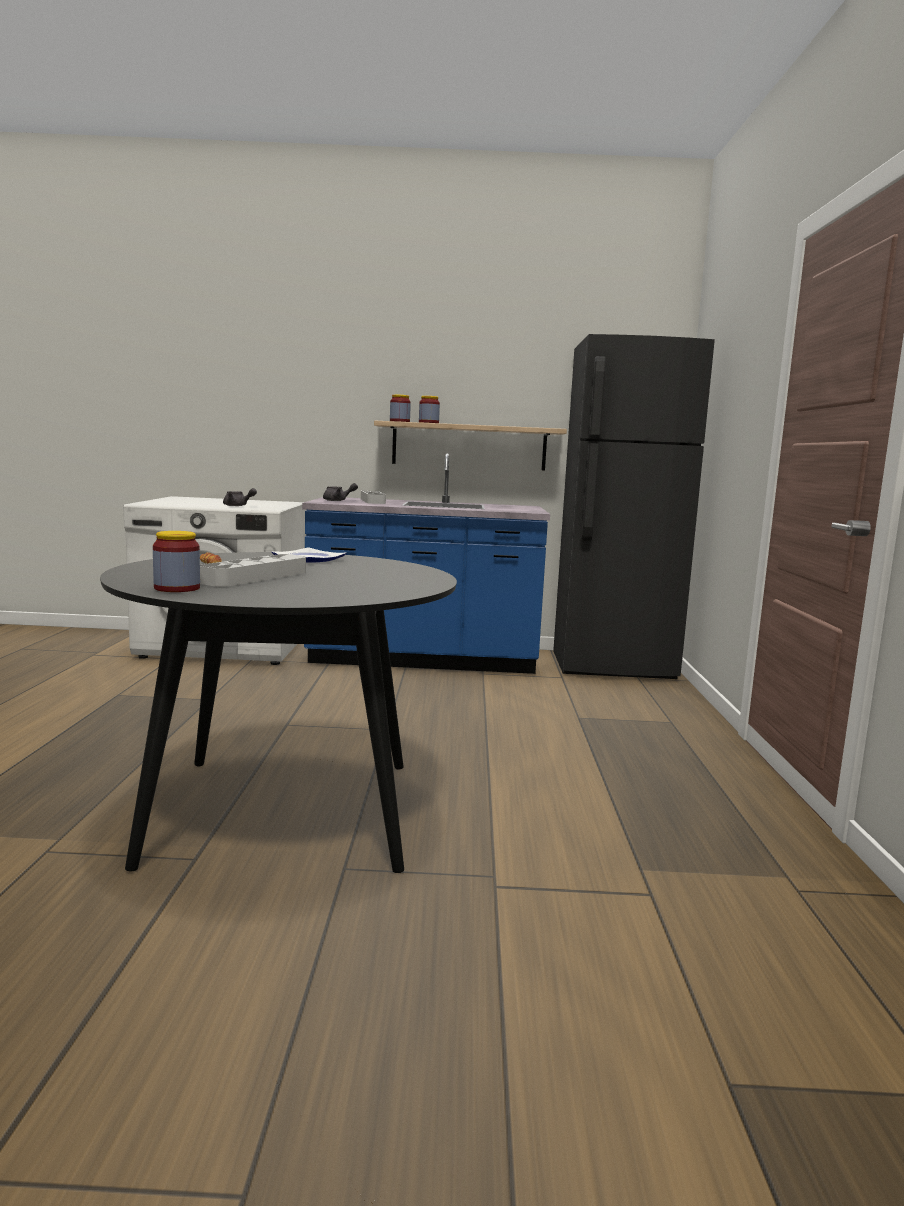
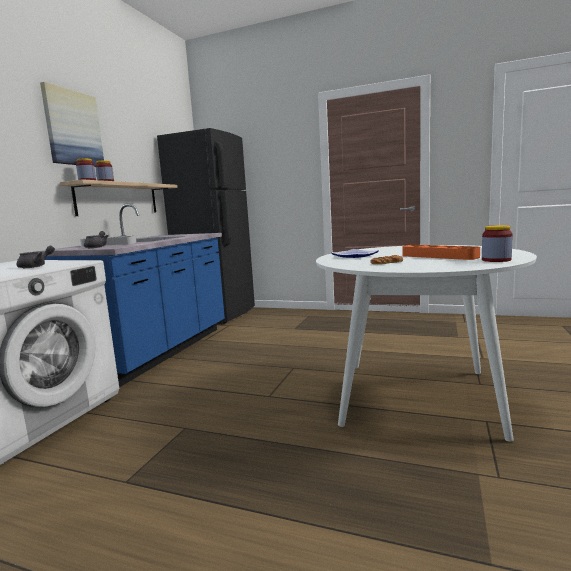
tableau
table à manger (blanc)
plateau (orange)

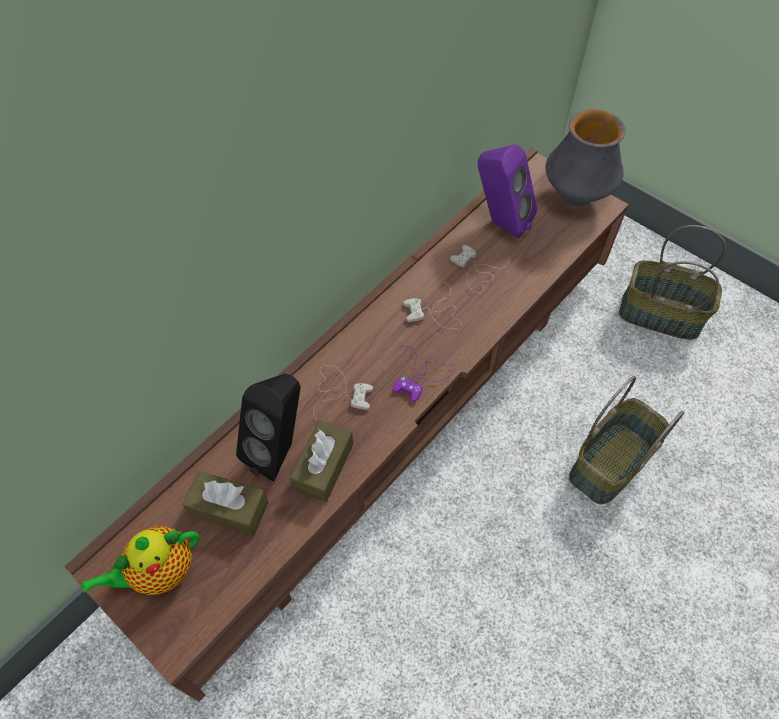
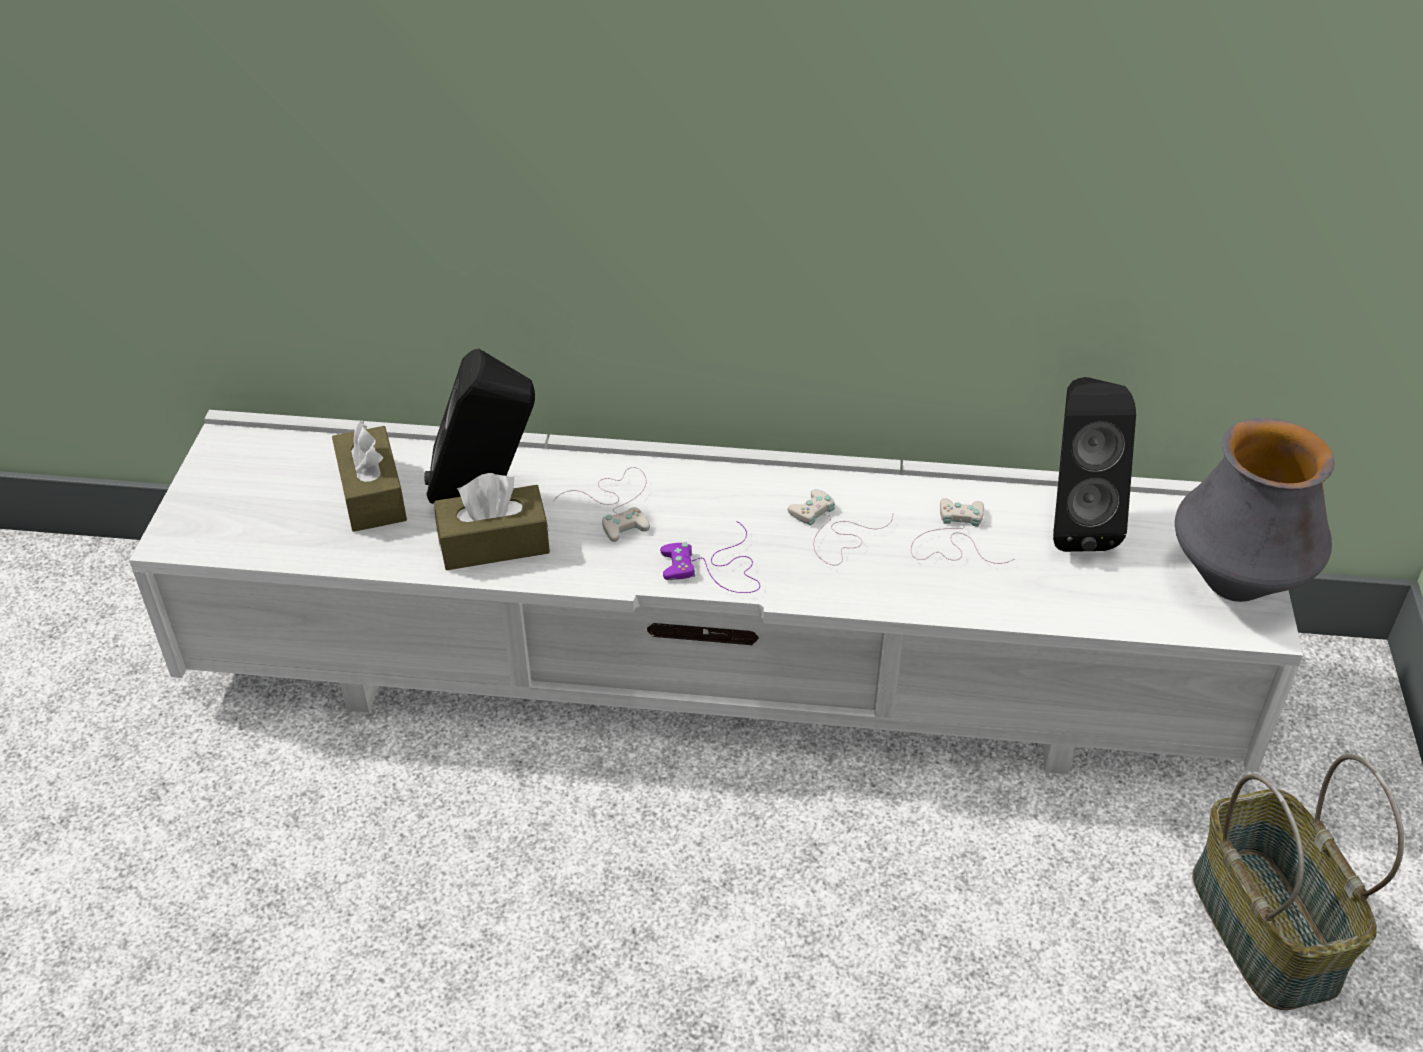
meuble télé (blanc)
enceinte (noir) (no. 2 from left)
théière
panier (no. 1 from left in the first image)

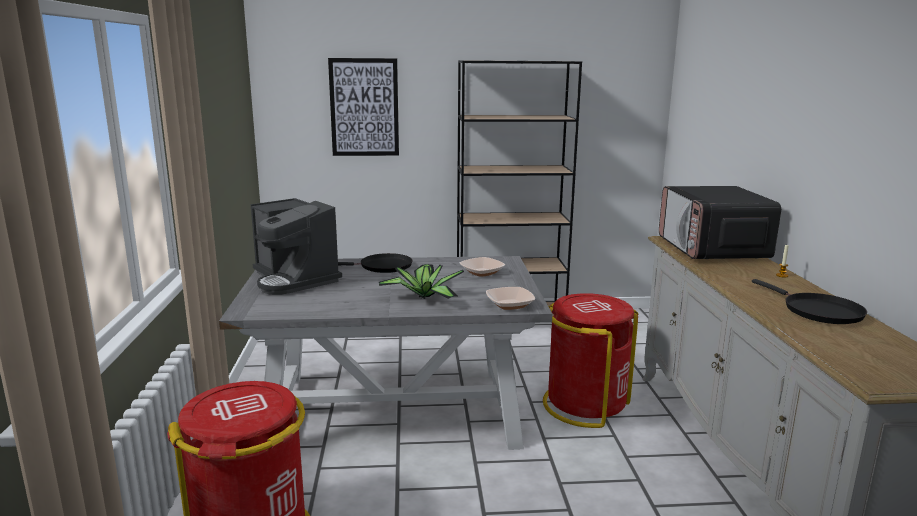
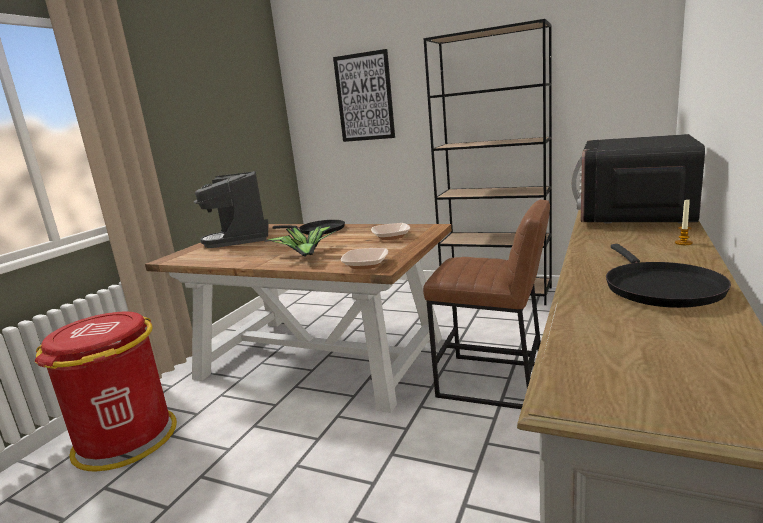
table à manger (marron)
chaise (marron)

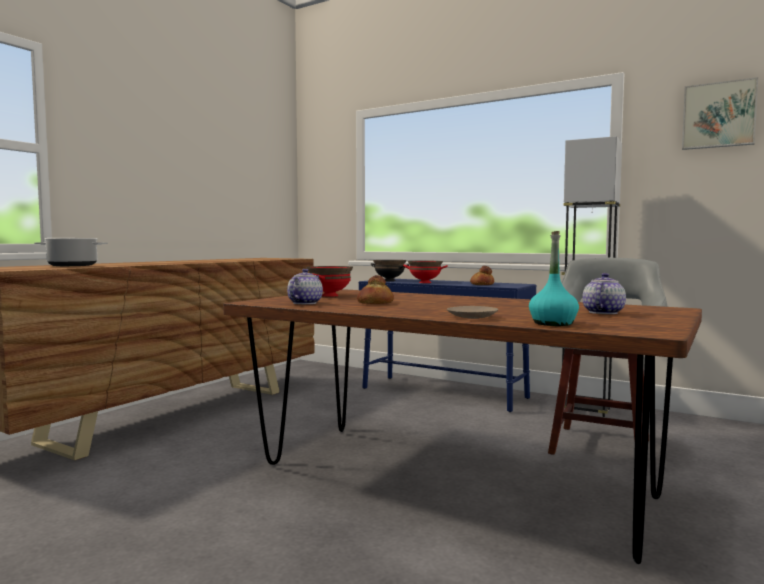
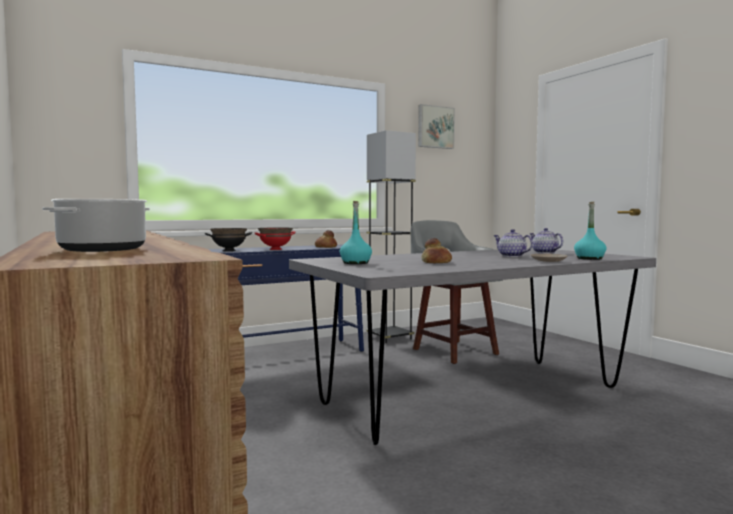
table à manger (gris)
bouteille (turquoise) (no. 1 from left)
théière (no. 1 from left)

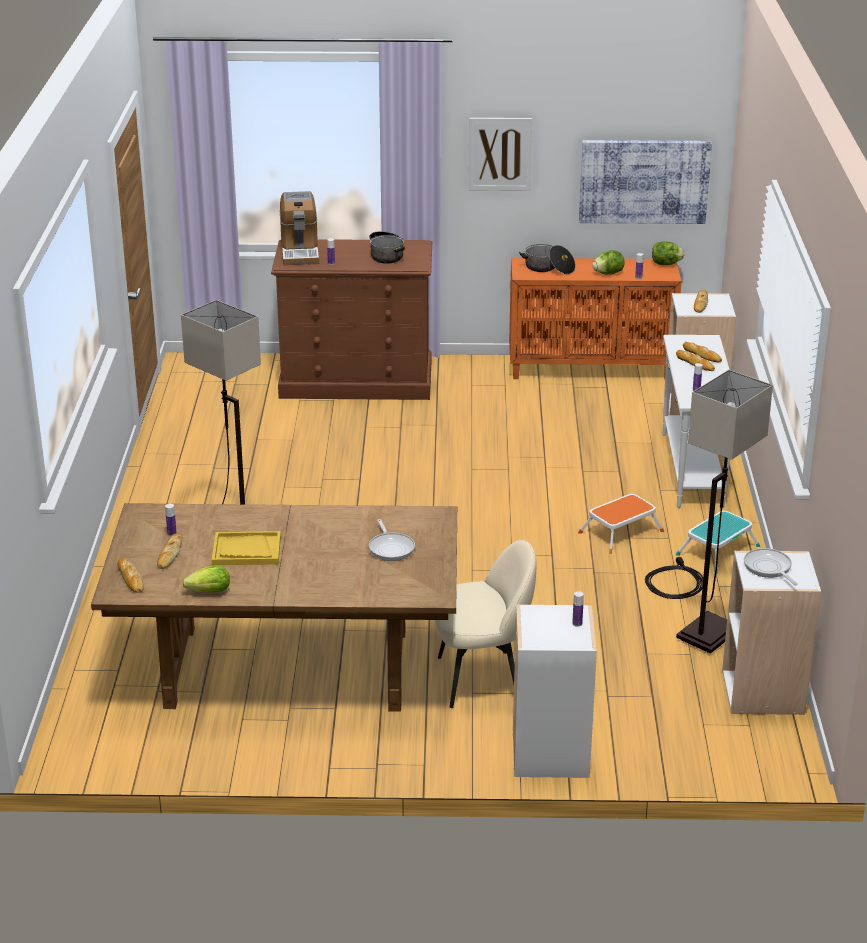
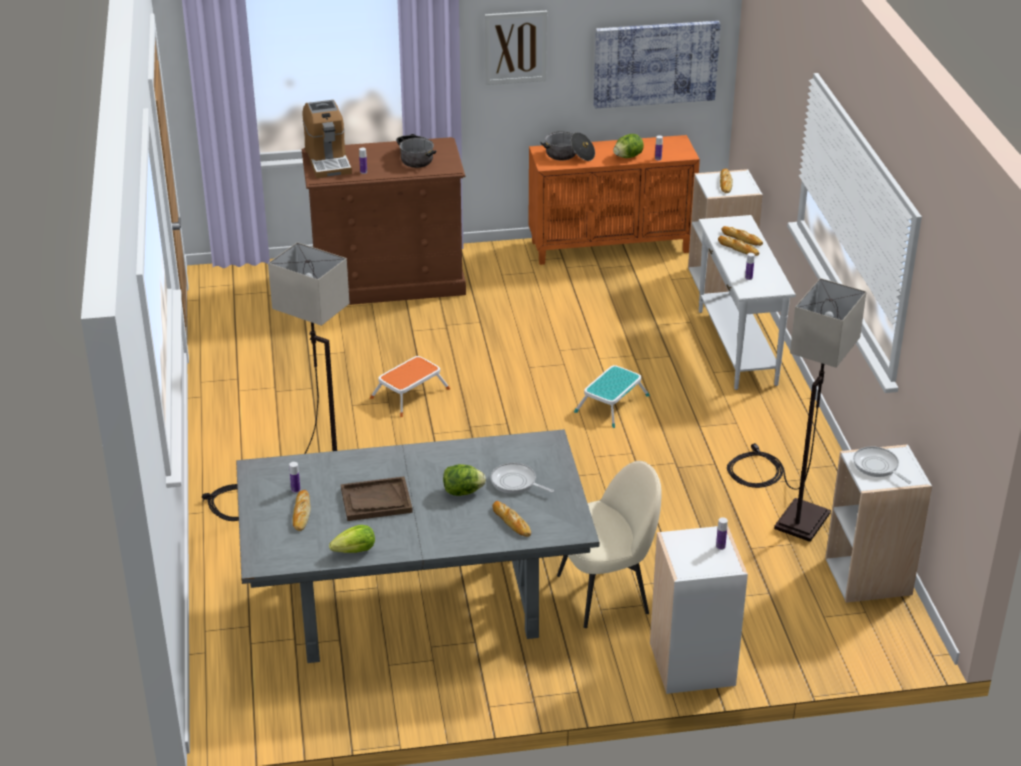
table à manger (gris)
plateau (marron)
escabeau (orange)
laitue (no. 2 from left)
poêle (no. 1 from left)
pain (no. 2 from left)
escabeau (turquoise)

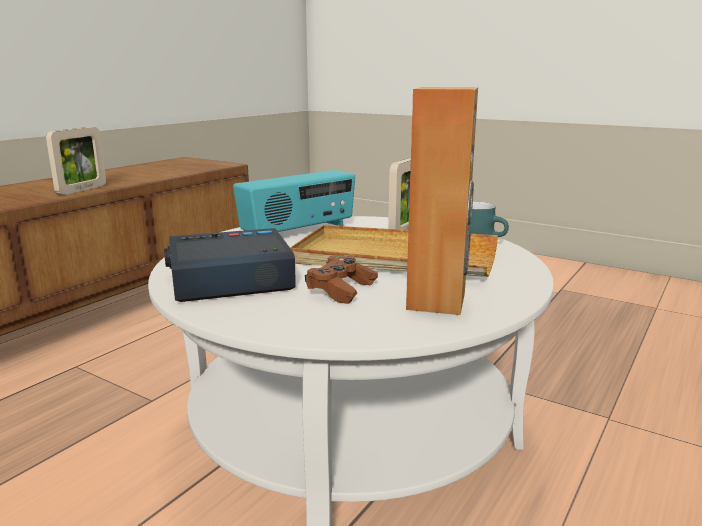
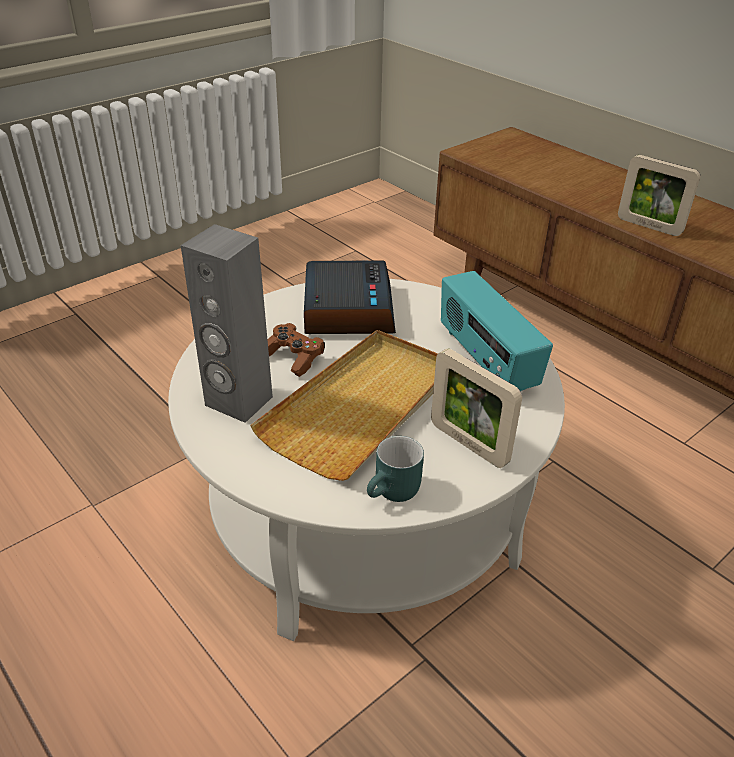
enceinte (gris)

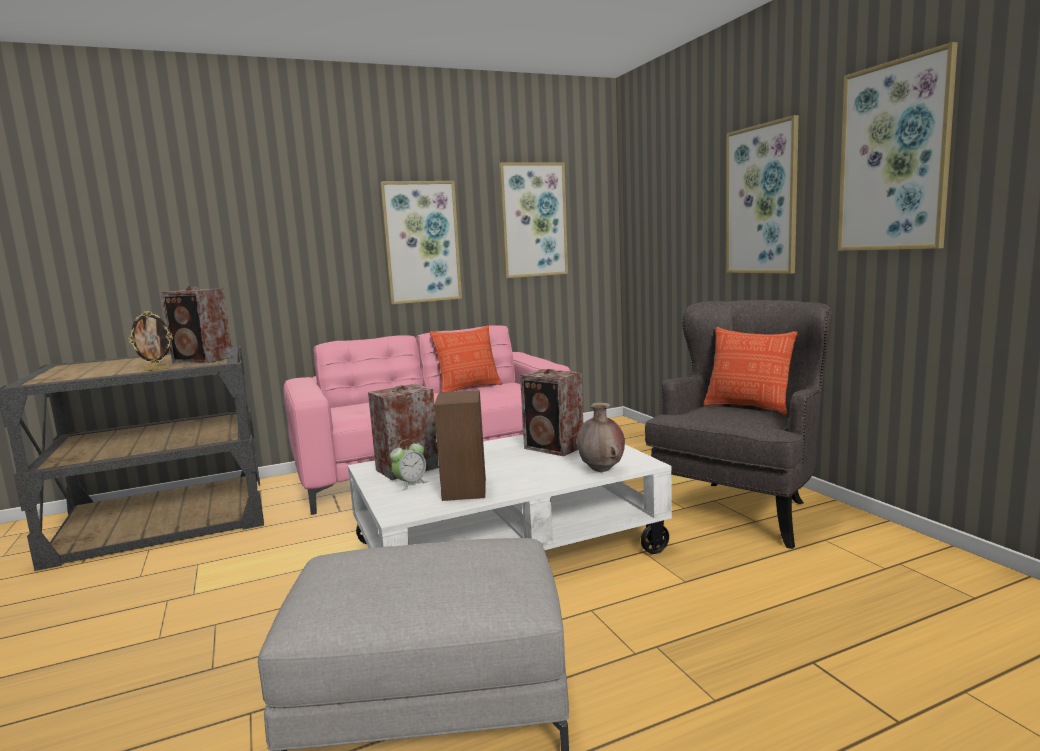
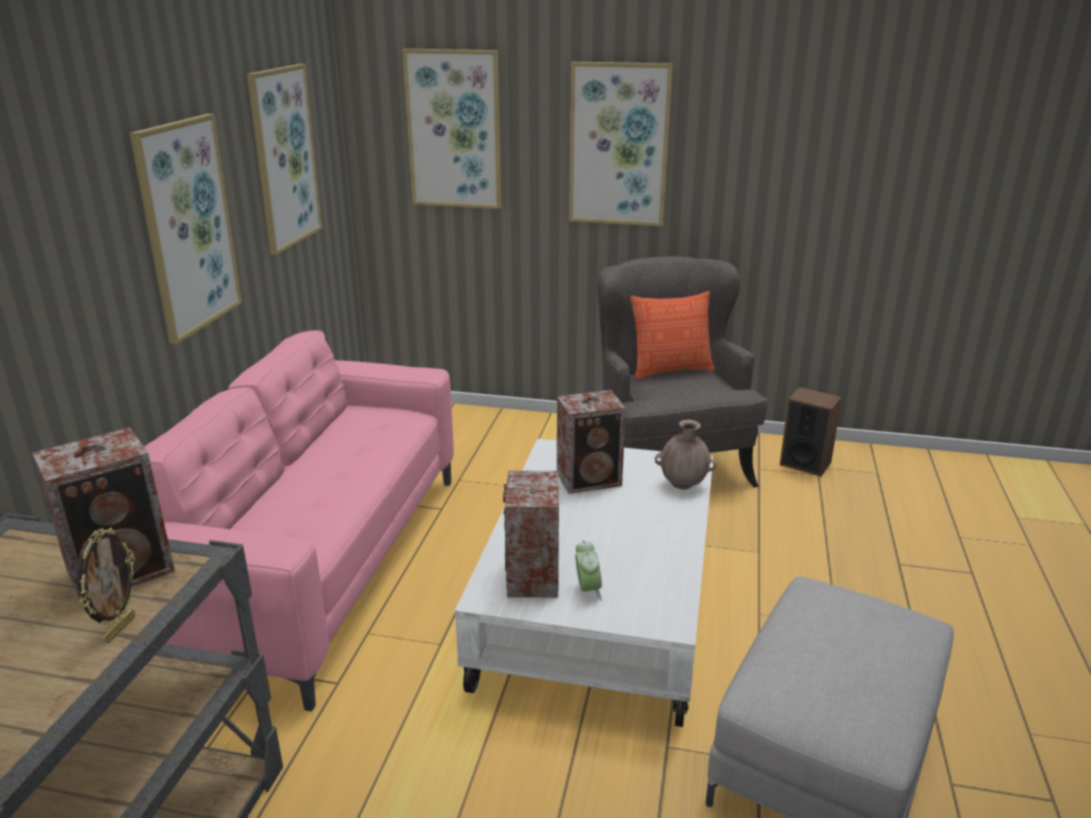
tableau (no. 3 from left)
enceinte (no. 4 from left)
coussin (orange) (no. 1 from left in the first image)

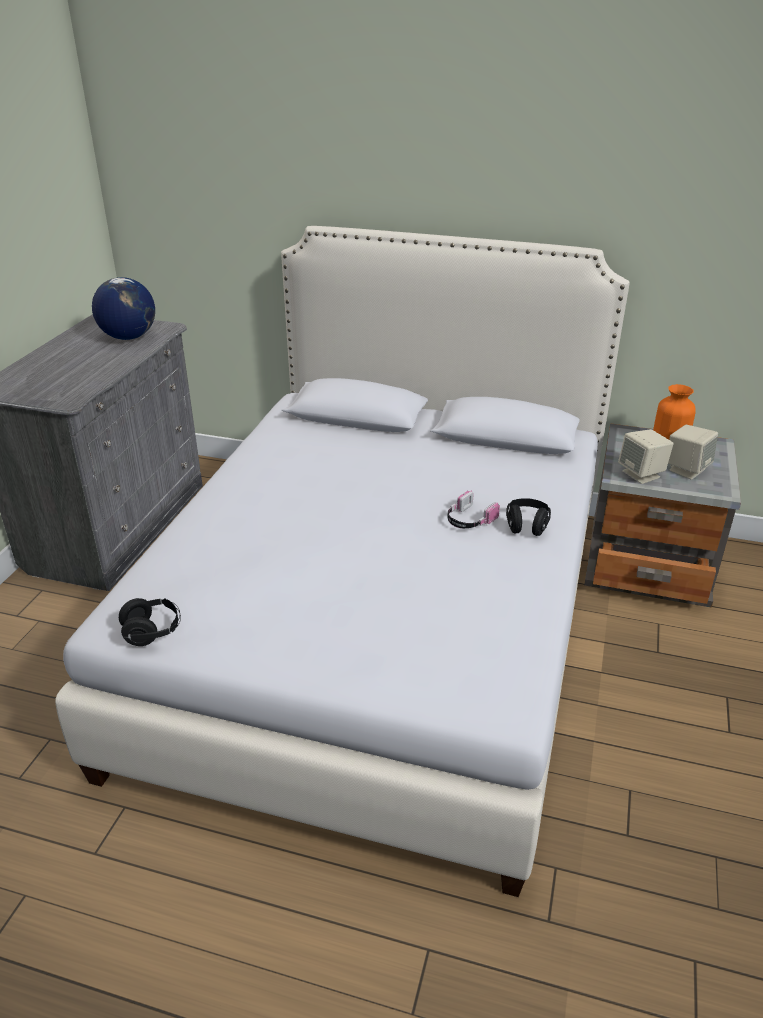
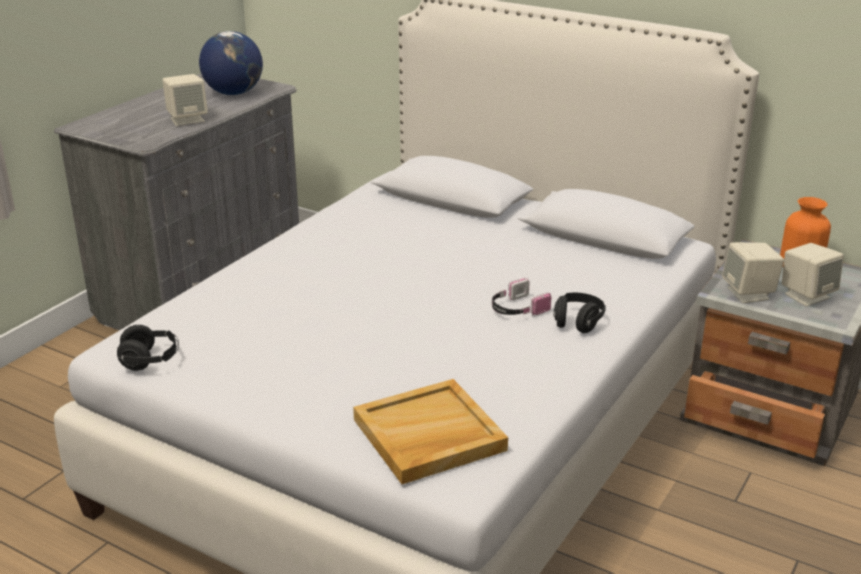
enceinte (beige) (no. 1 from left)
plateau (beige)

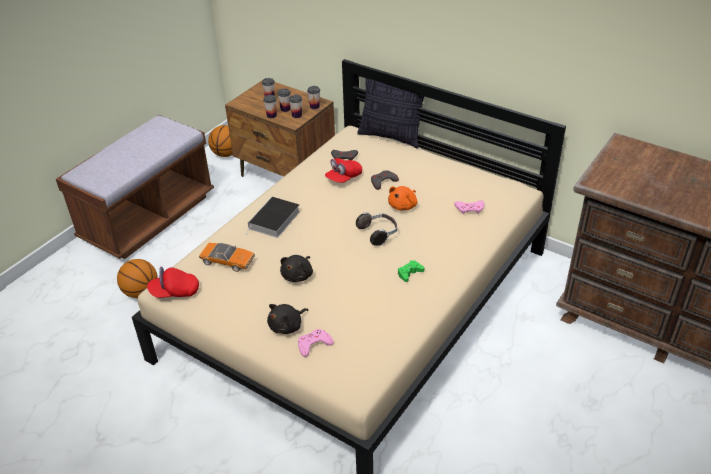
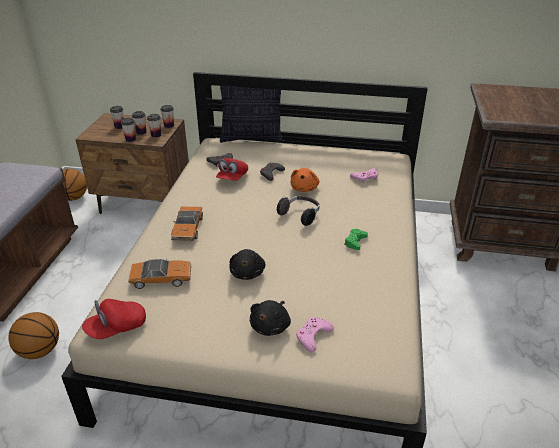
petite voiture (no. 2 from left)

